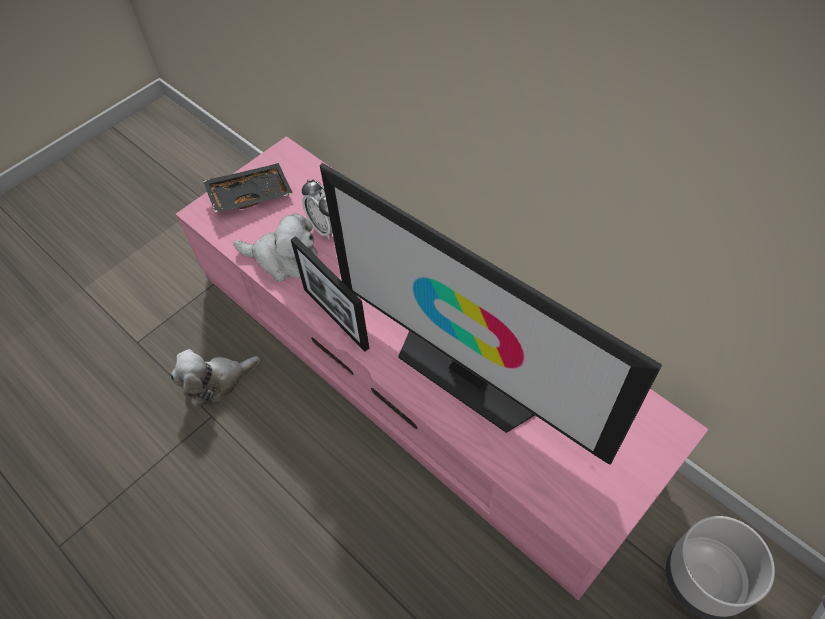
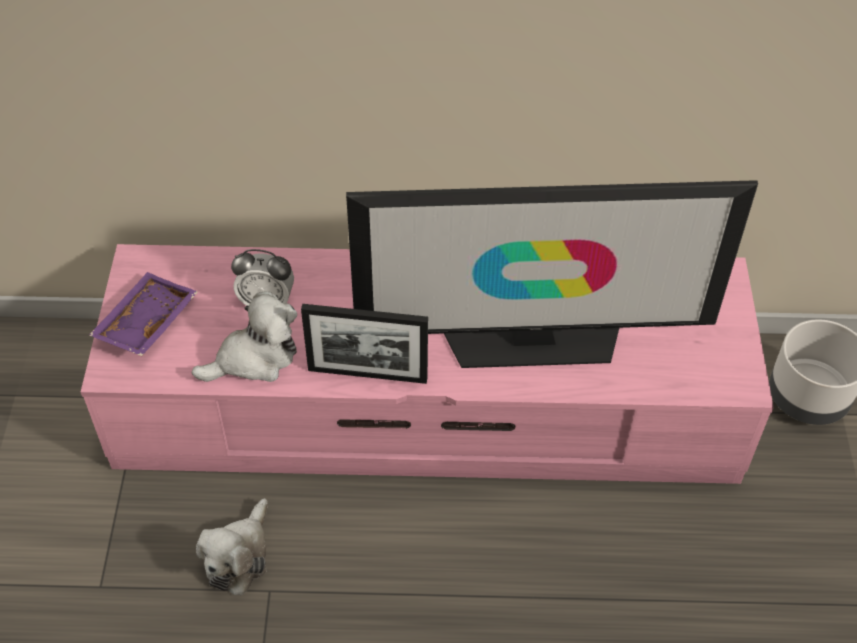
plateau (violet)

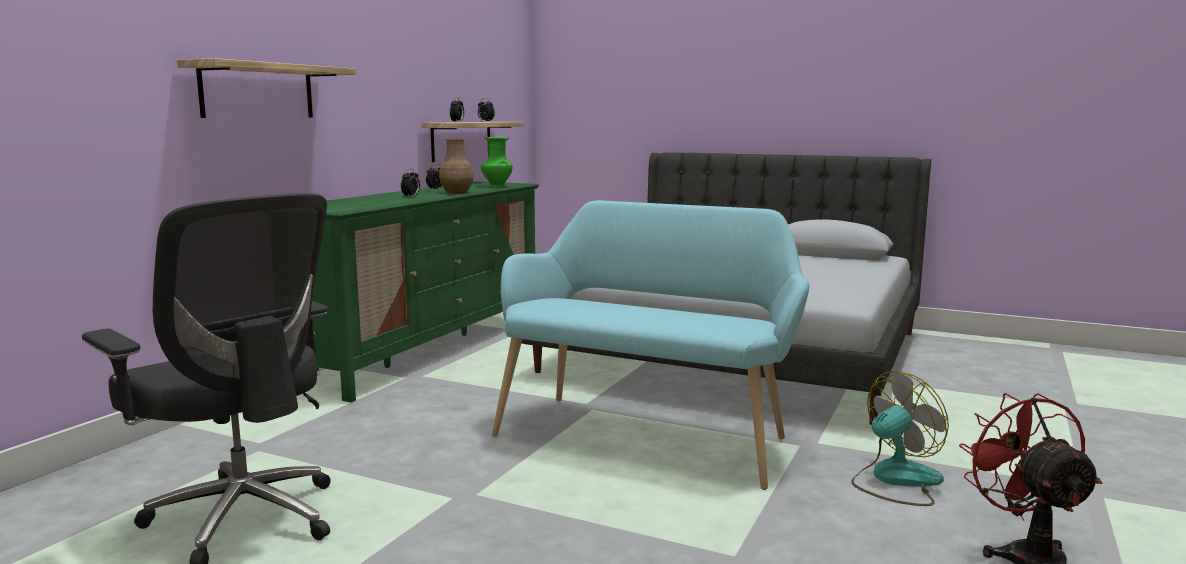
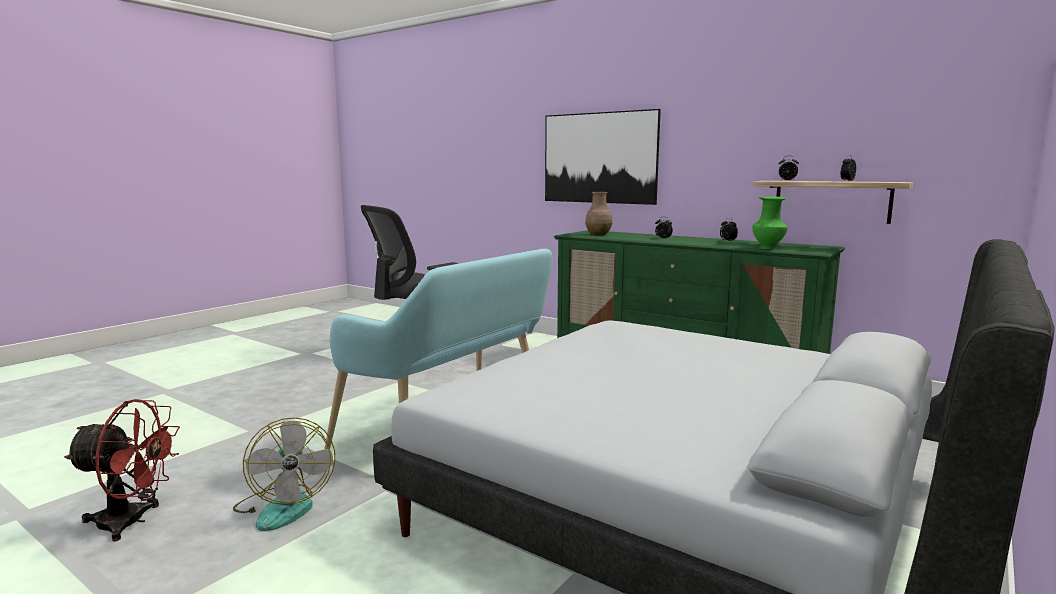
tableau
vase (marron)

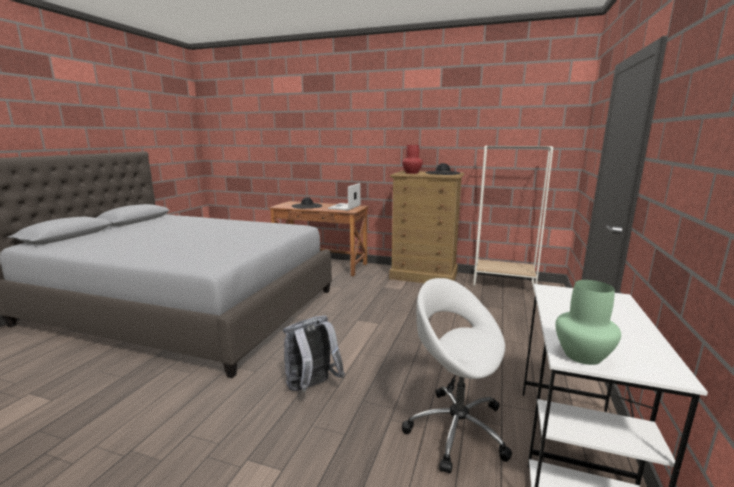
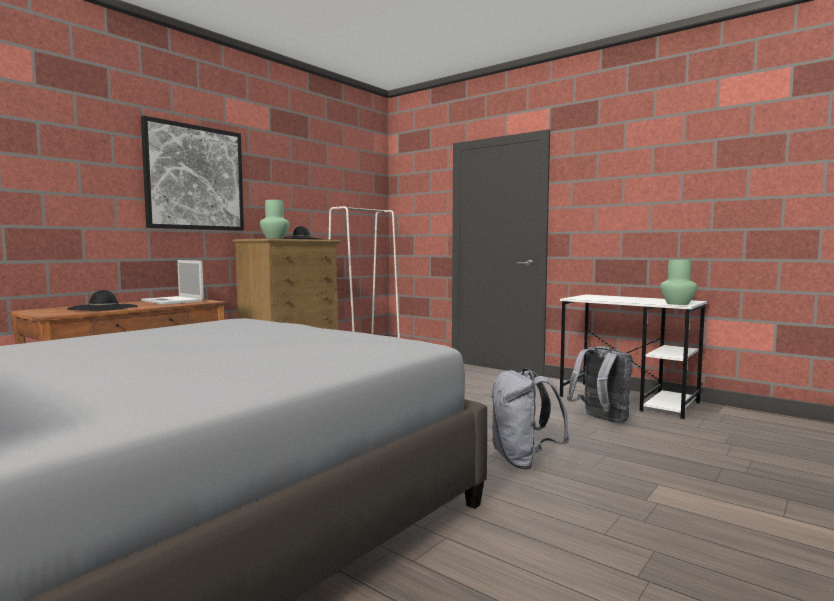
tableau
vase (vert) (no. 1 from left)
sac à dos (gris) (no. 2 from left)

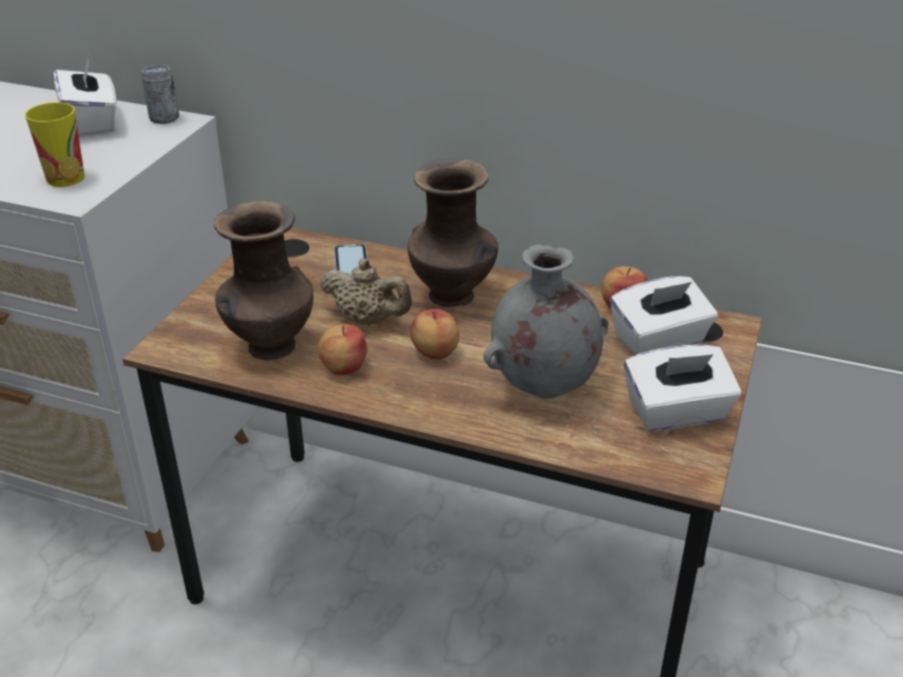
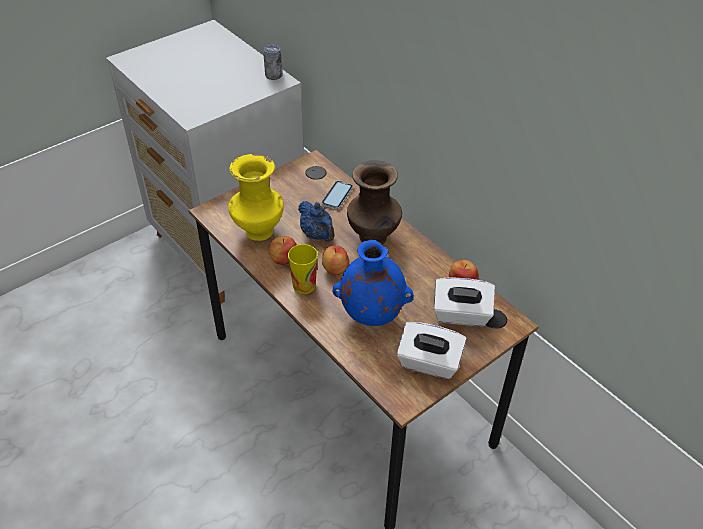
vase (jaune)
tasse
théière (bleu)
vase (bleu)
boîte à mouchoirs (blanc) (no. 1 from left in the first image)

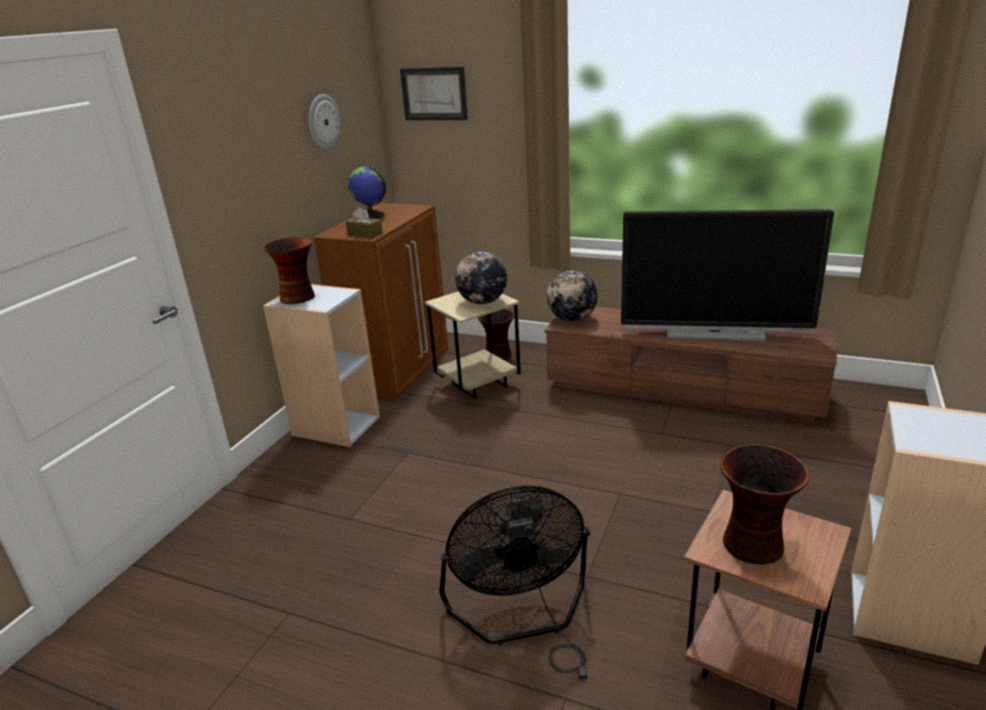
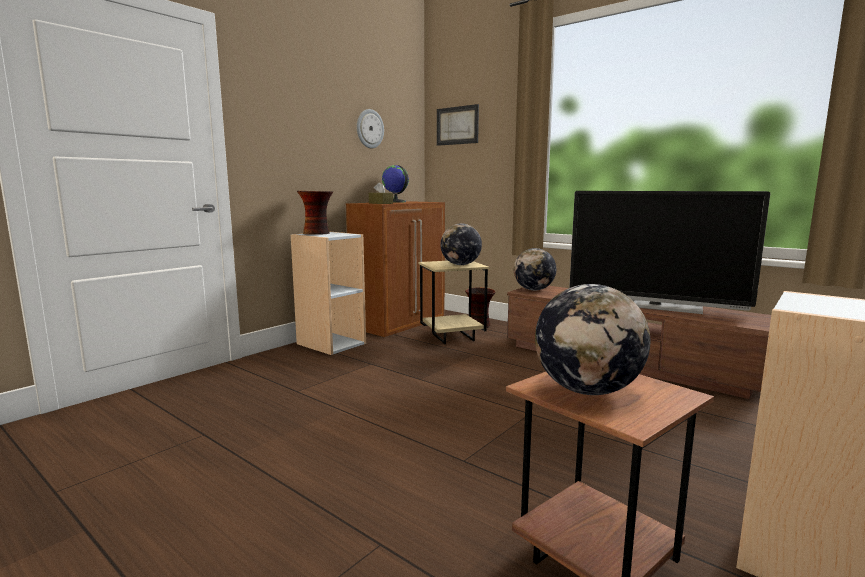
globe (no. 4 from left)
ventilateur (noir)

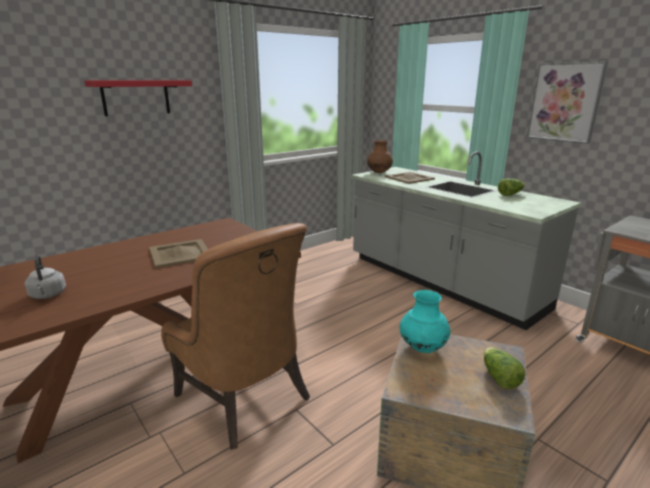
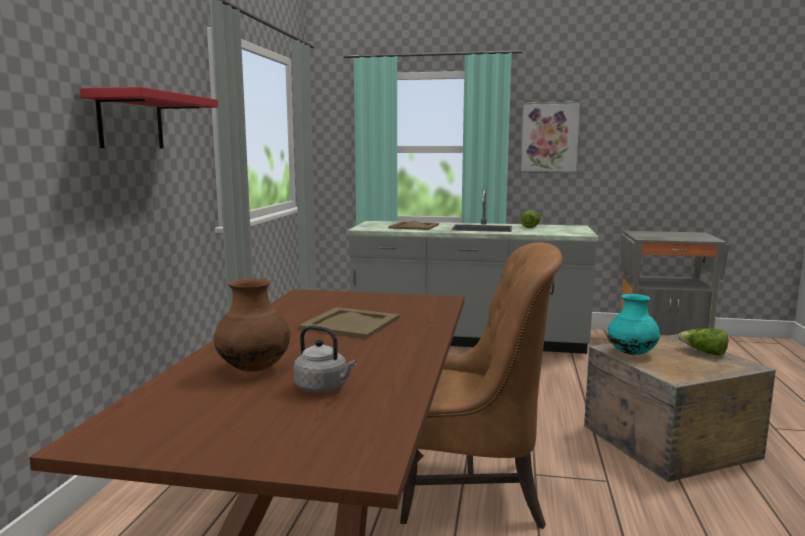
vase (marron)

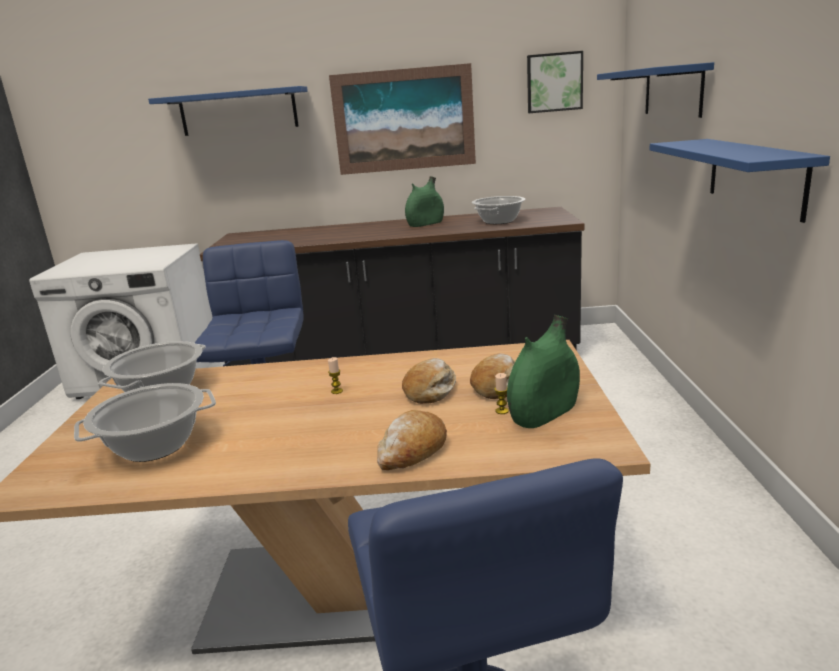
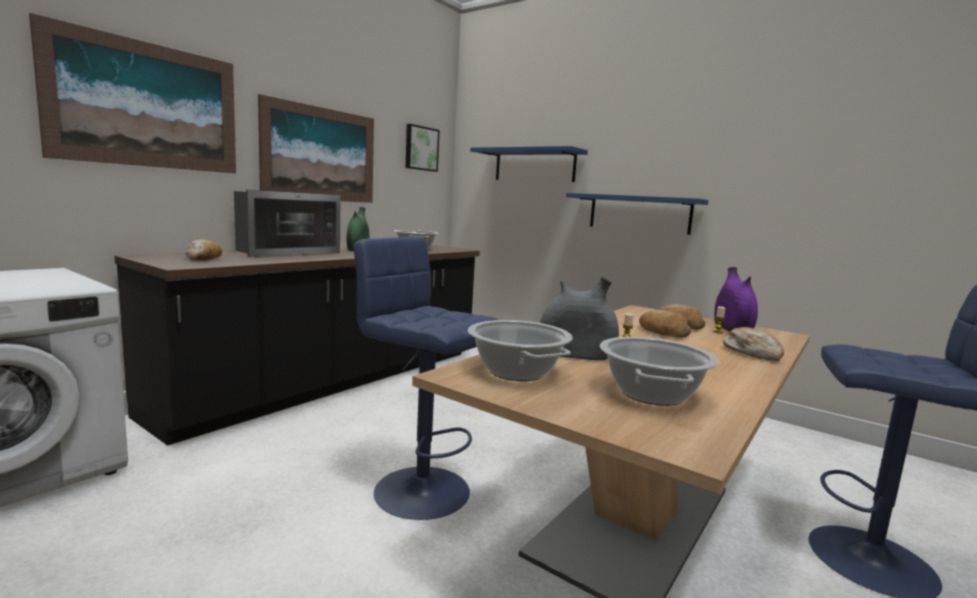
tableau (no. 1 from left)
pain (no. 1 from left)
micro-ondes
vase (gris)
vase (violet)

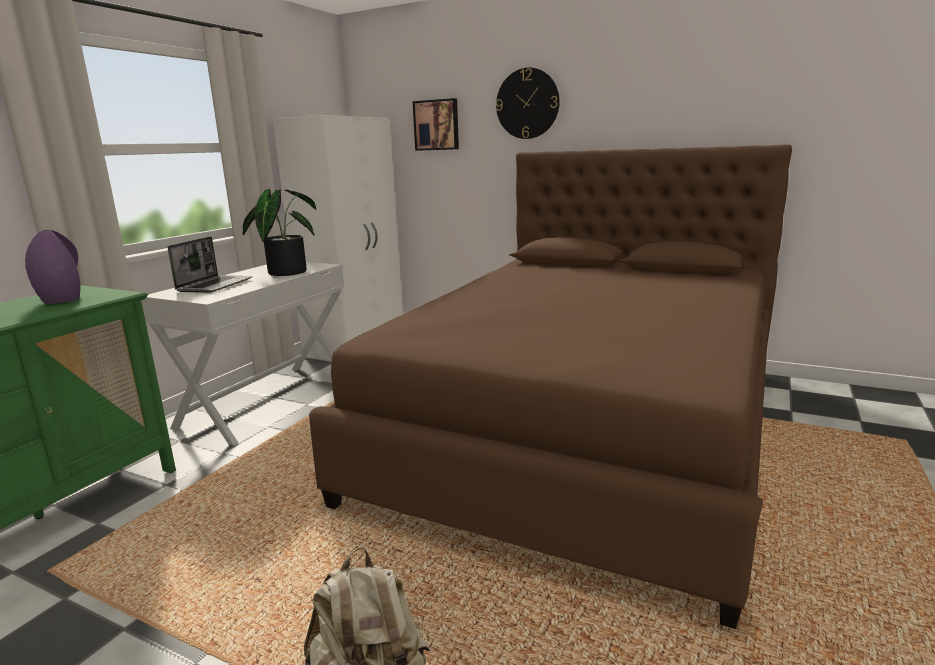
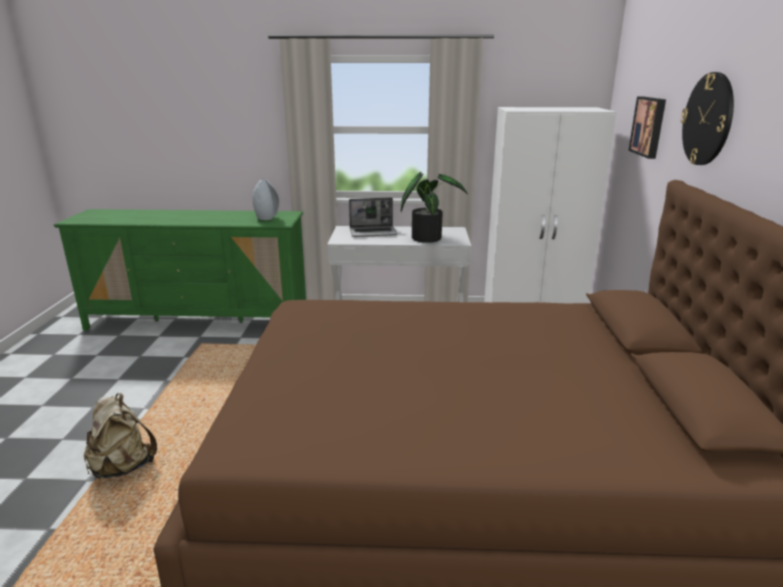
vase (gris)

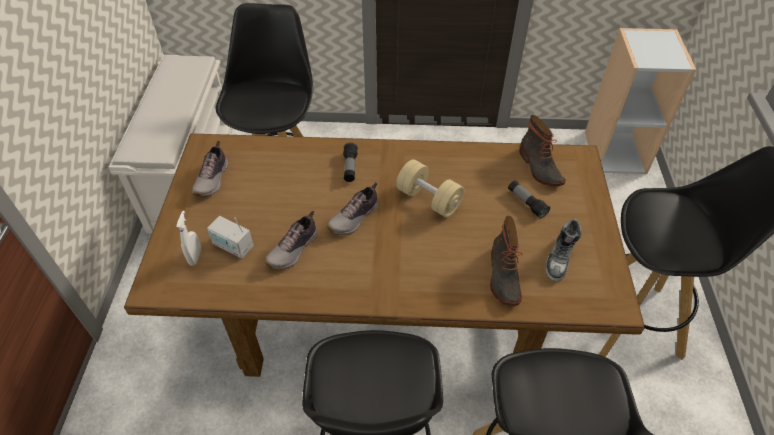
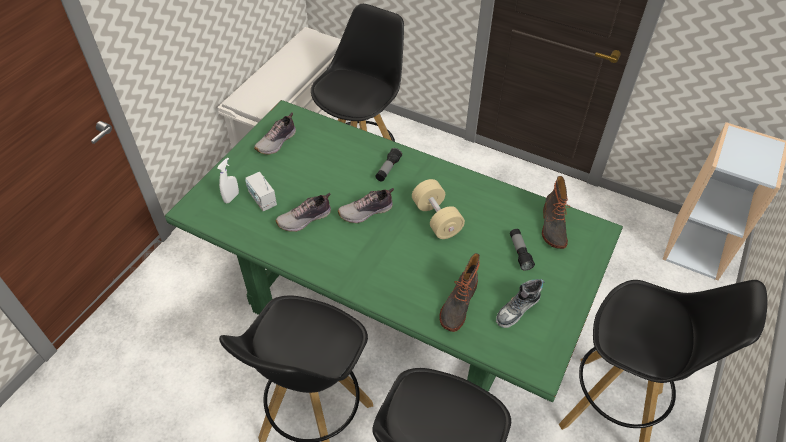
table à manger (vert)

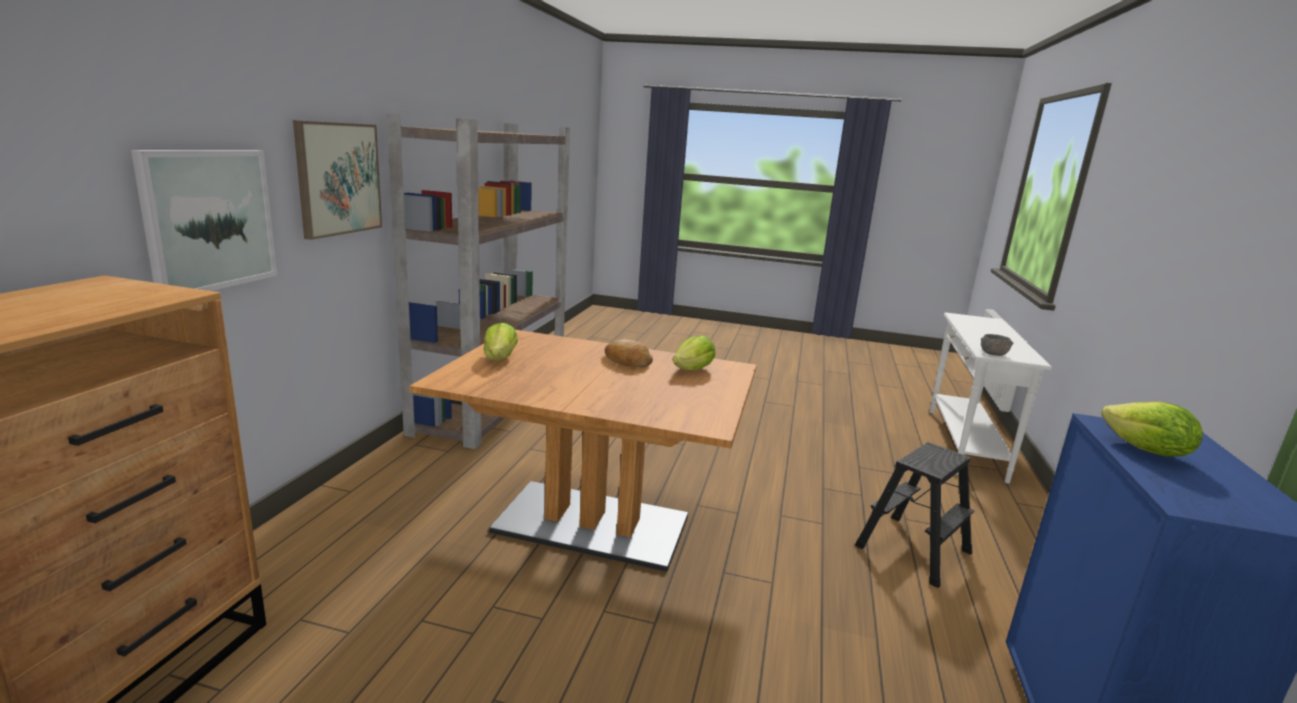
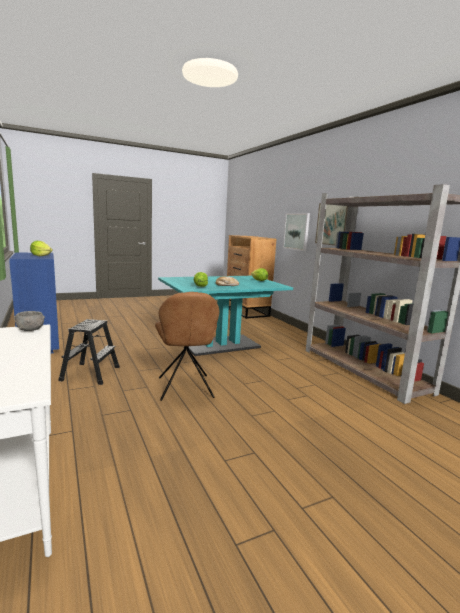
chaise (marron)
table à manger (turquoise)

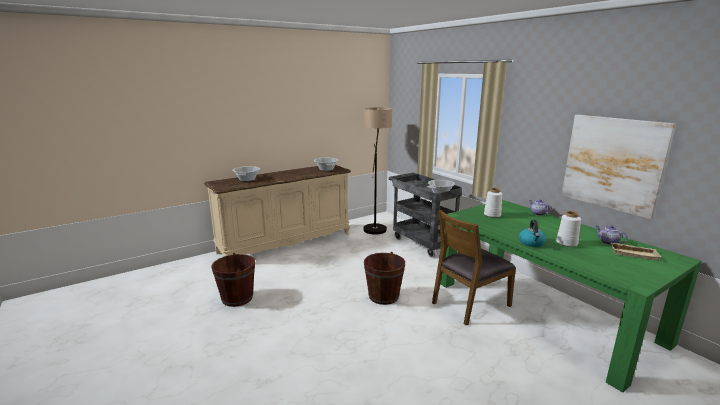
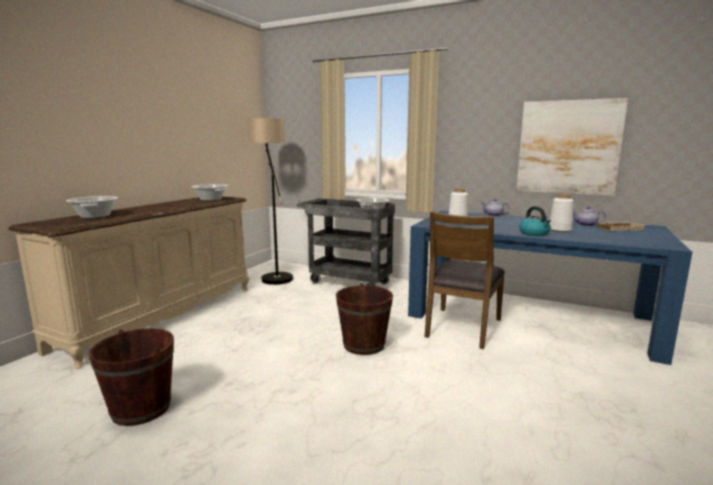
table à manger (bleu)

